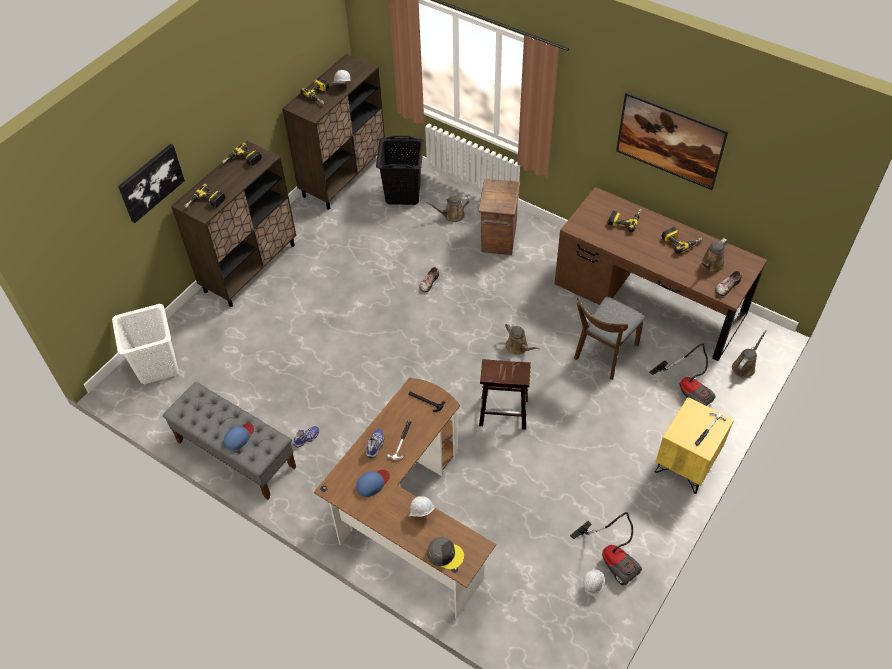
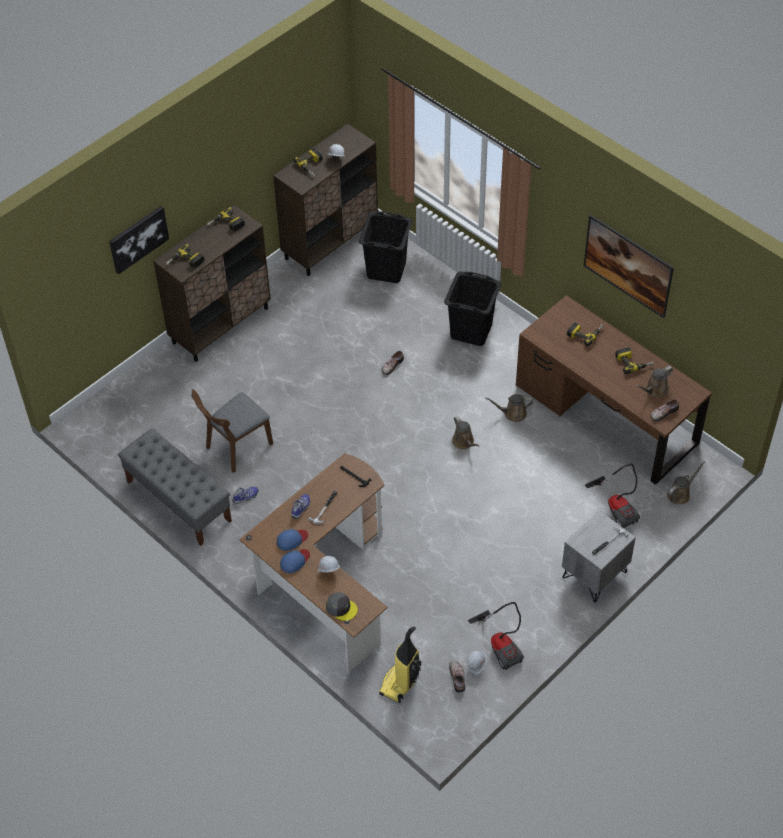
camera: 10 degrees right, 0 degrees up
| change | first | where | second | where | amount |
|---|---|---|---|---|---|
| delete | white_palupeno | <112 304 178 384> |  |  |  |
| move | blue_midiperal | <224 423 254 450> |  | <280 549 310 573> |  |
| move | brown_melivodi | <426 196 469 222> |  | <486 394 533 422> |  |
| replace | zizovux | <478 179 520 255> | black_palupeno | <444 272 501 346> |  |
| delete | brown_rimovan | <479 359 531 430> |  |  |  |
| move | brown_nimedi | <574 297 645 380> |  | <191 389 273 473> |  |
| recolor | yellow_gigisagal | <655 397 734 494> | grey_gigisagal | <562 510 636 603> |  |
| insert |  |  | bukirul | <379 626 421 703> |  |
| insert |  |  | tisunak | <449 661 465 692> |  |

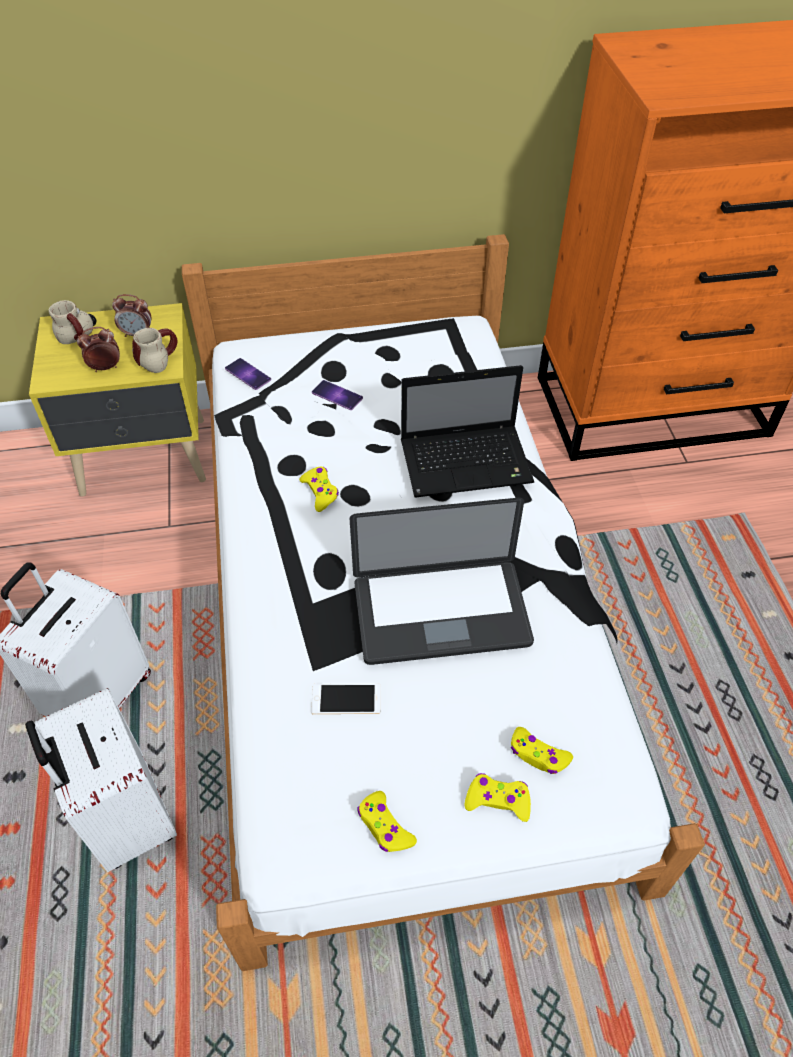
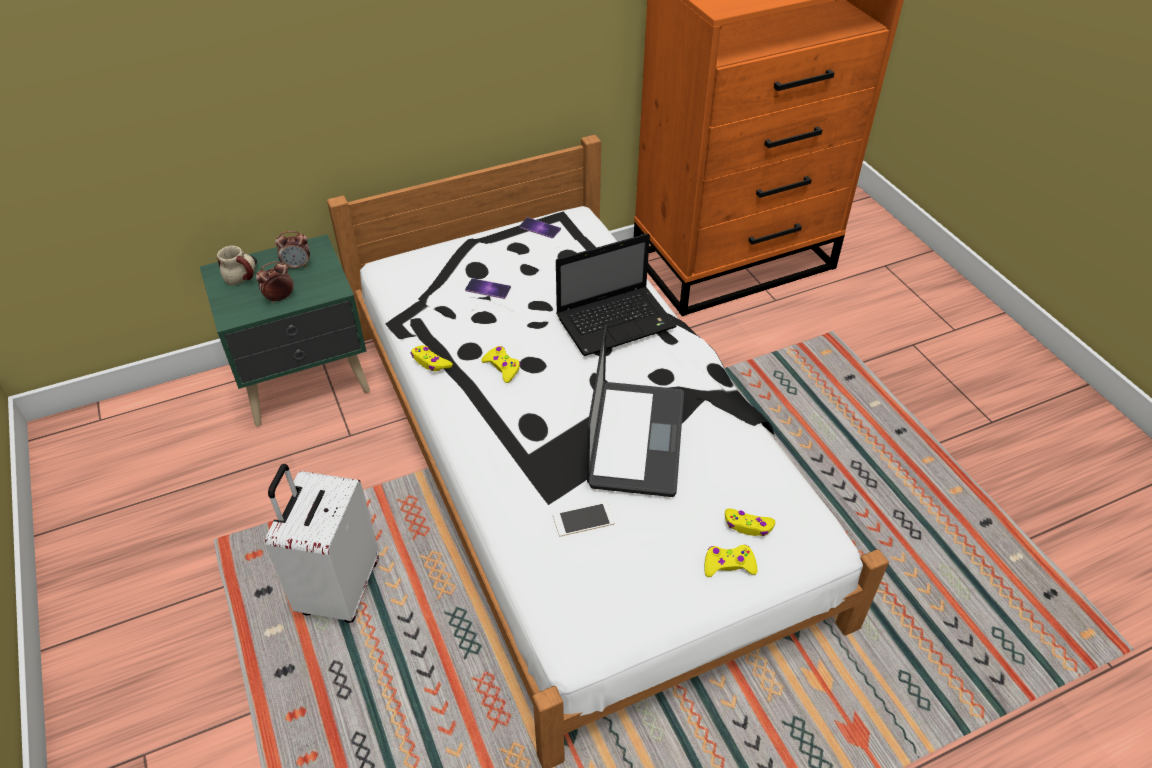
camera: 15 degrees left, 5 degrees down
| change | first | where | second | where | amount |
|---|---|---|---|---|---|
| delete | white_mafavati | <25 688 177 872> |  |  |  |
| recolor | yellow_gigisagal | <29 303 206 497> | green_gigisagal | <200 234 370 426> |  |
| delete | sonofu | <132 328 178 373> |  |  |  |
| move | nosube | <225 358 271 390> |  | <519 217 561 238> |  |
| rotate | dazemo | <349 498 534 665> |  | <587 324 684 497> | 60 degrees counterclockwise |
| move | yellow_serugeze | <357 791 417 852> |  | <410 345 453 371> |  |

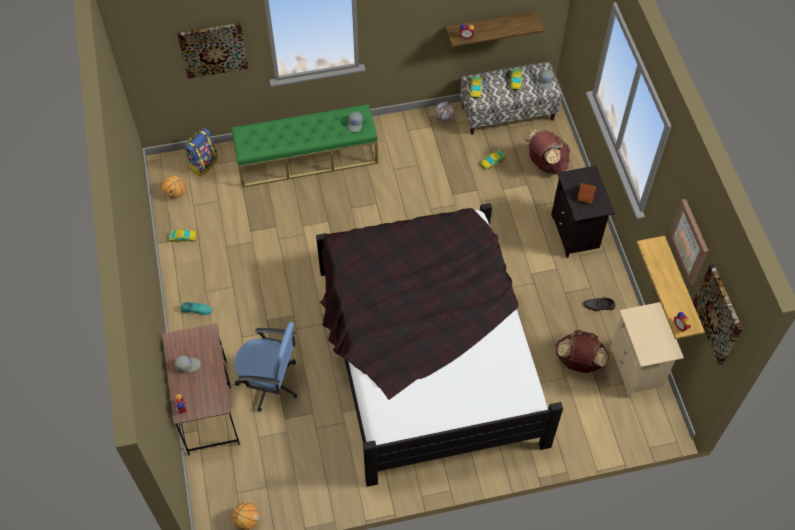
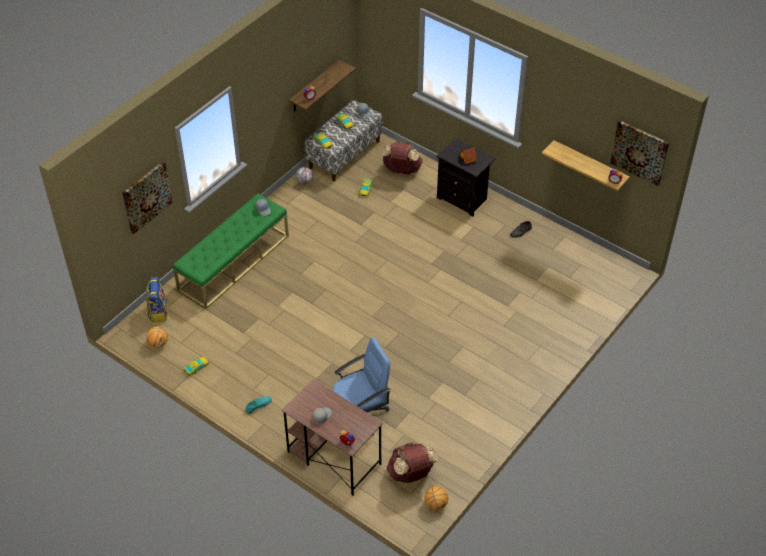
camera: 40 degrees left, 10 degrees down
| change | first | where | second | where | amount |
|---|---|---|---|---|---|
| delete | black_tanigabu | <316 203 563 487> |  |  |  |
| move | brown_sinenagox | <555 330 609 373> |  | <387 442 438 483> |  |
| delete | beige_gigisagal | <610 302 684 398> |  |  |  |
| delete | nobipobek | <668 199 709 285> |  |  |  |

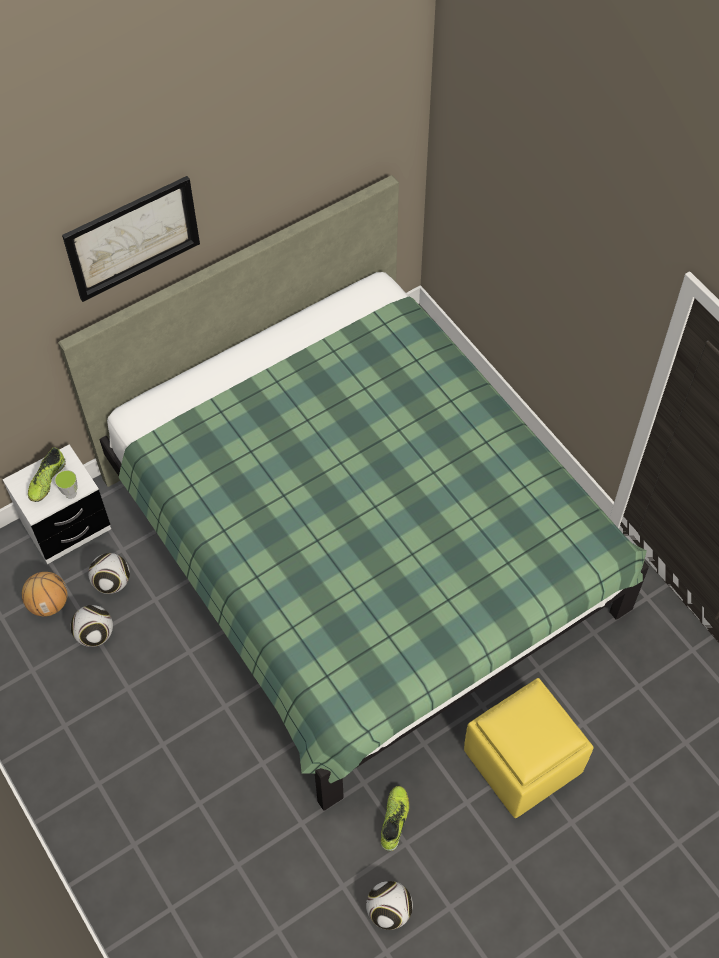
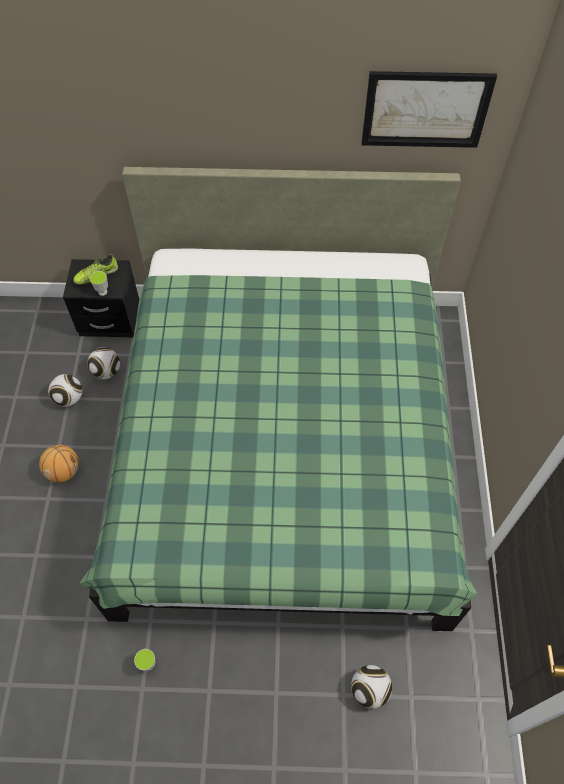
camera: 35 degrees right, 0 degrees up
| change | first | where | second | where | amount |
|---|---|---|---|---|---|
| recolor | white_gigisagal | <2 445 111 564> | black_gigisagal | <63 259 139 337> |  |
| move | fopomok | <22 572 68 617> |  | <39 445 79 482> |  |
| move | nobipobek | <62 176 200 302> |  | <362 71 497 148> |  |
| move | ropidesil | <366 881 413 930> |  | <351 665 392 709> |  |
| replace | tisunak | <380 786 409 851> | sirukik | <134 649 156 672> |  |
| delete | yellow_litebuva | <464 678 594 818> |  |  |  |

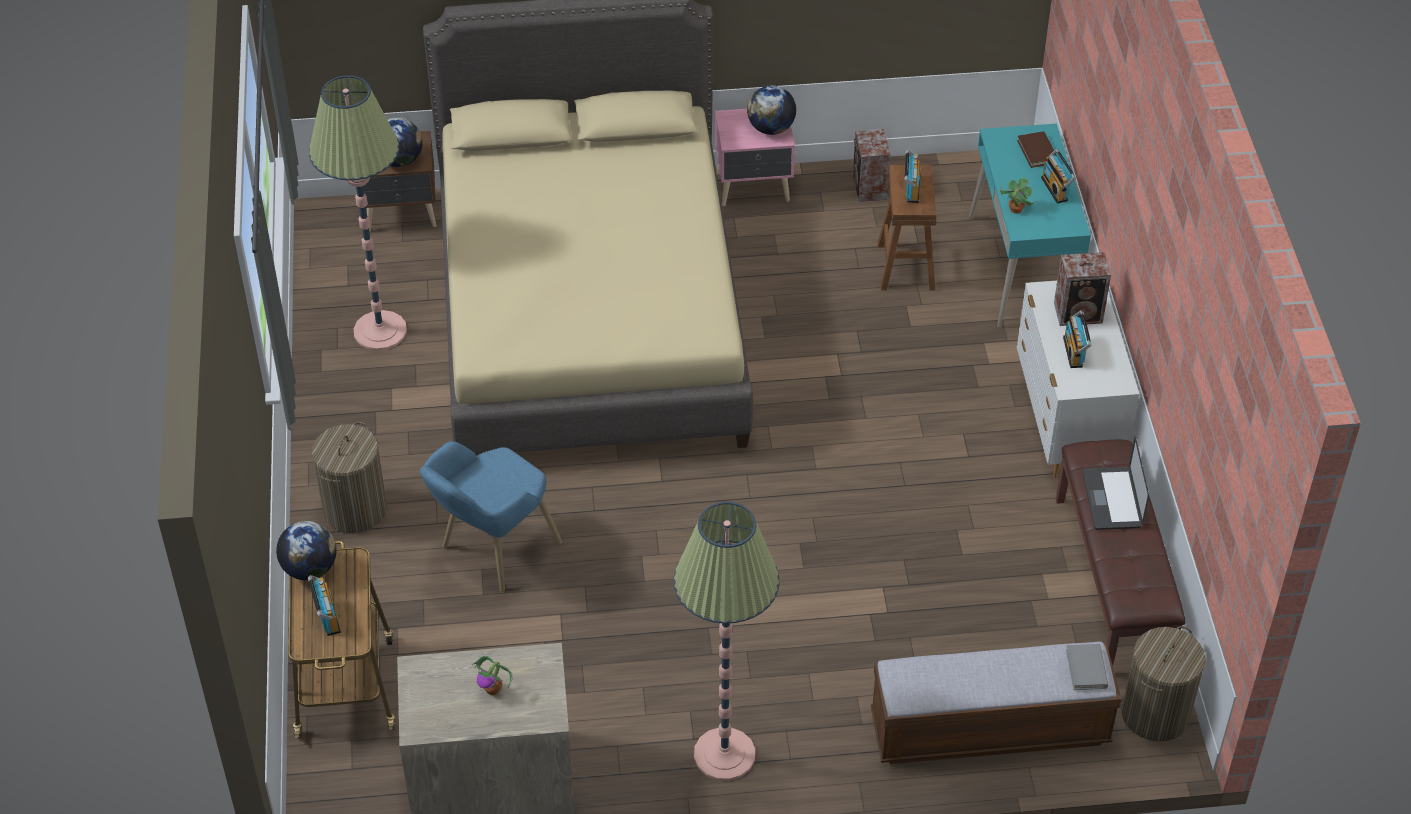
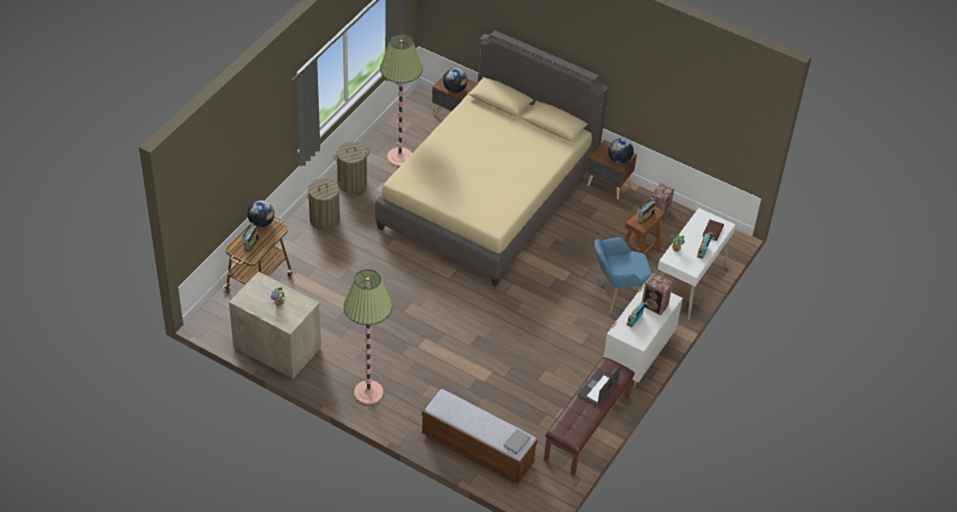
camera: 35 degrees right, 0 degrees up
| change | first | where | second | where | amount |
|---|---|---|---|---|---|
| move | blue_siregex | <420 441 562 592> |  | <594 237 652 314> |  |
| recolor | pink_gigisagal | <715 109 795 206> | brown_gigisagal | <587 140 637 199> |  |
| recolor | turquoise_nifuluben | <969 123 1091 328> | white_nifuluben | <658 208 736 320> |  |
| move | palupeno | <1122 626 1205 742> |  | <334 142 370 193> |  |

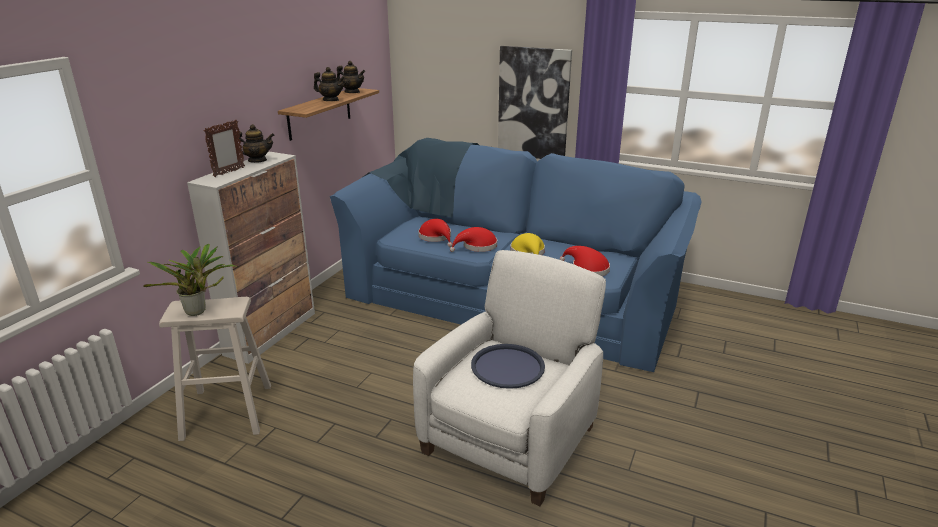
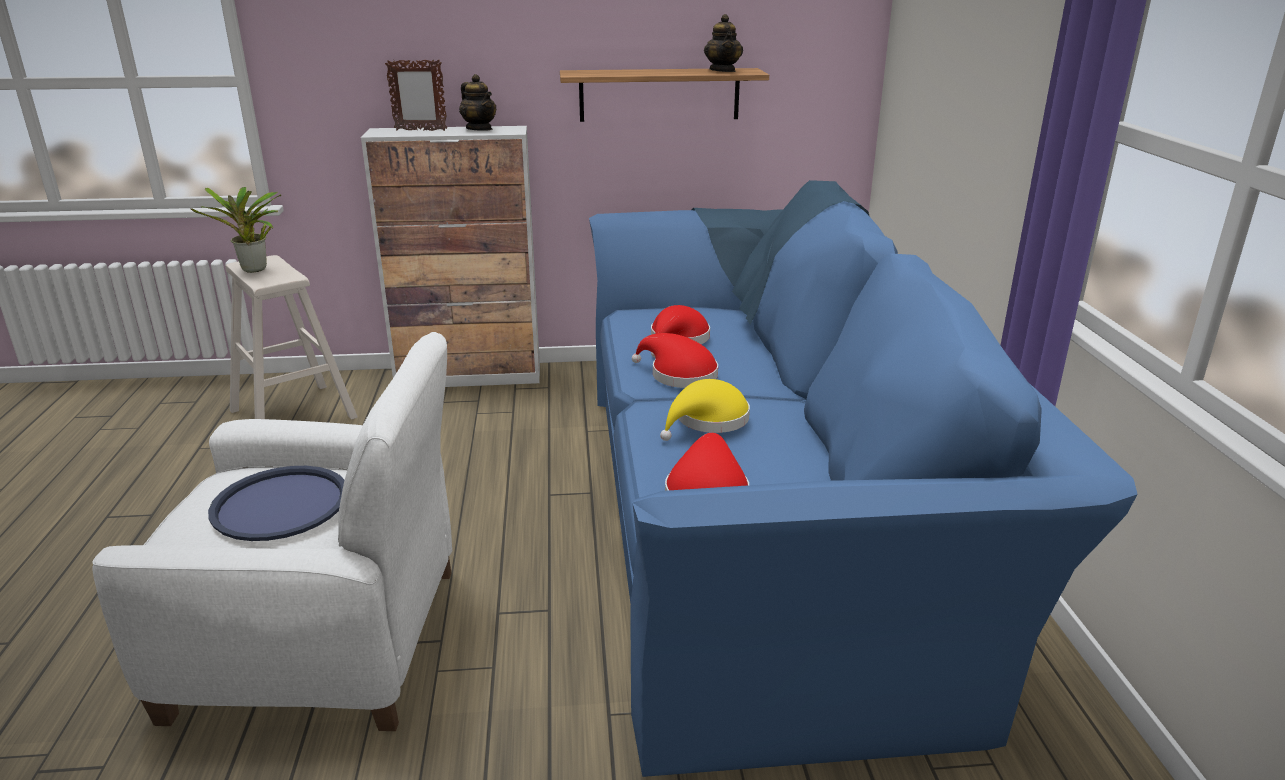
camera: 60 degrees right, 0 degrees up
| change | first | where | second | where | amount |
|---|---|---|---|---|---|
| delete | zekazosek | <314 67 345 101> |  |  |  |
| delete | nobipobek | <498 46 572 159> |  |  |  |

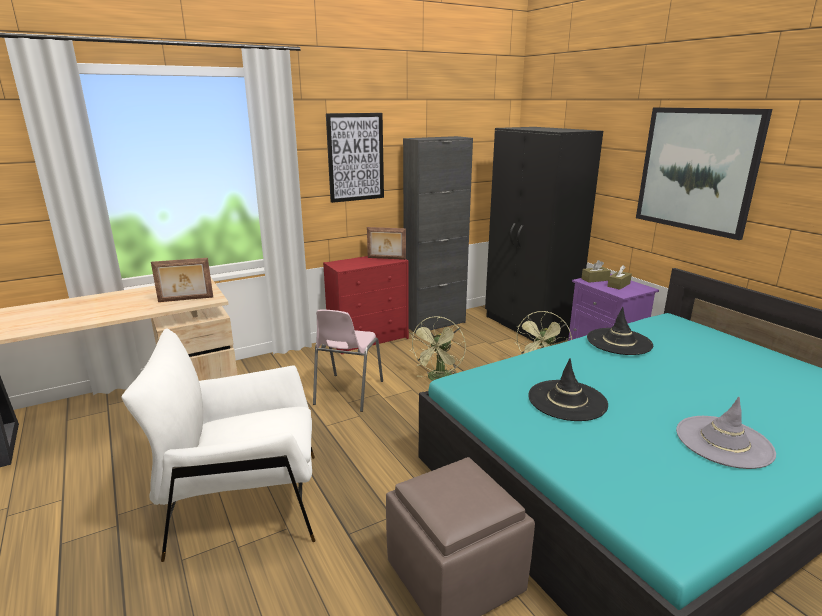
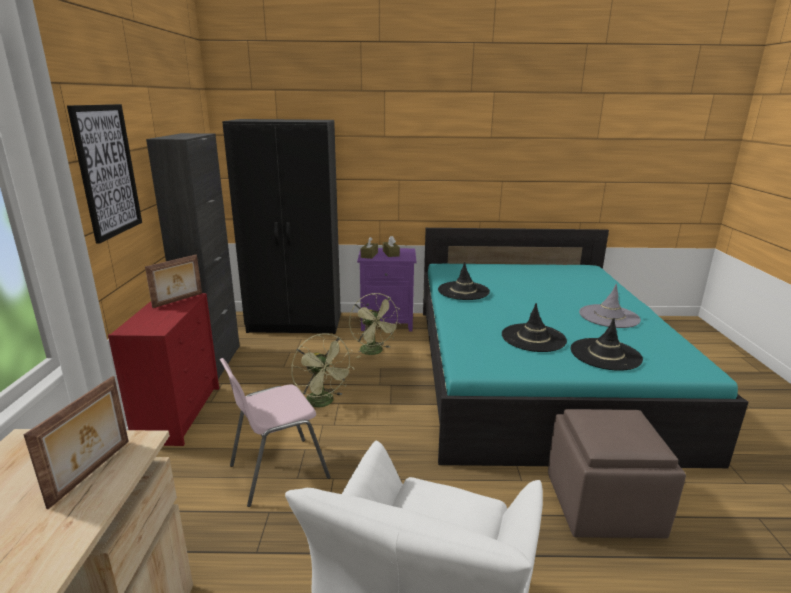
camera: 60 degrees left, 0 degrees up
| change | first | where | second | where | amount |
|---|---|---|---|---|---|
| rotate | pink_nimedi | <313 309 383 412> |  | <220 358 330 507> | 105 degrees clockwise |
| delete | nobipobek | <636 107 772 240> |  |  |  |
| insert |  |  | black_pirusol | <571 318 643 371> |  |

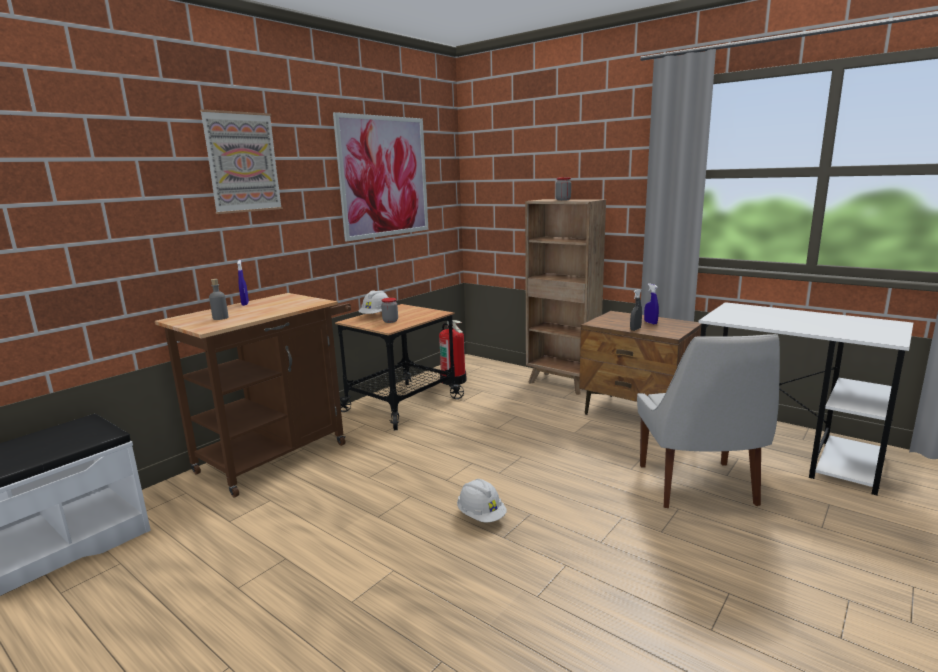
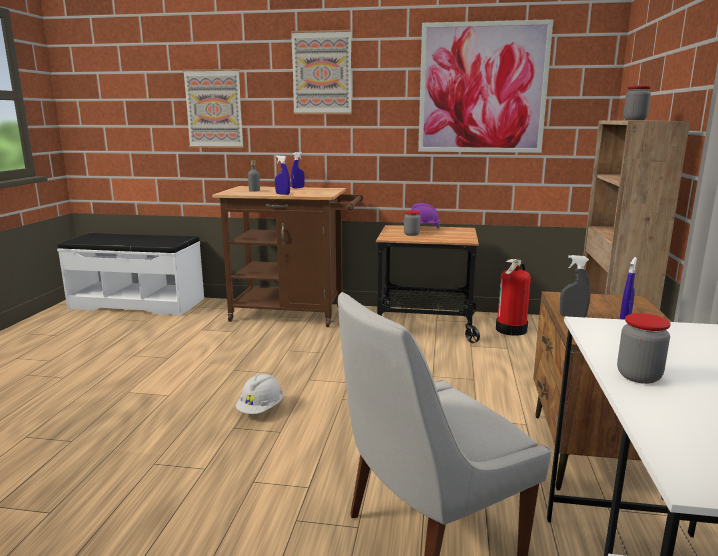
camera: 60 degrees right, 0 degrees up
| change | first | where | second | where | amount |
|---|---|---|---|---|---|
| recolor | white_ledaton | <359 290 389 314> | purple_ledaton | <402 203 441 229> |  |
| insert |  |  | nobipobek | <183 69 244 148> |  |
| insert |  |  | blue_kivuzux | <275 155 290 195> |  |
| insert |  |  | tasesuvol | <617 313 671 384> |  |

